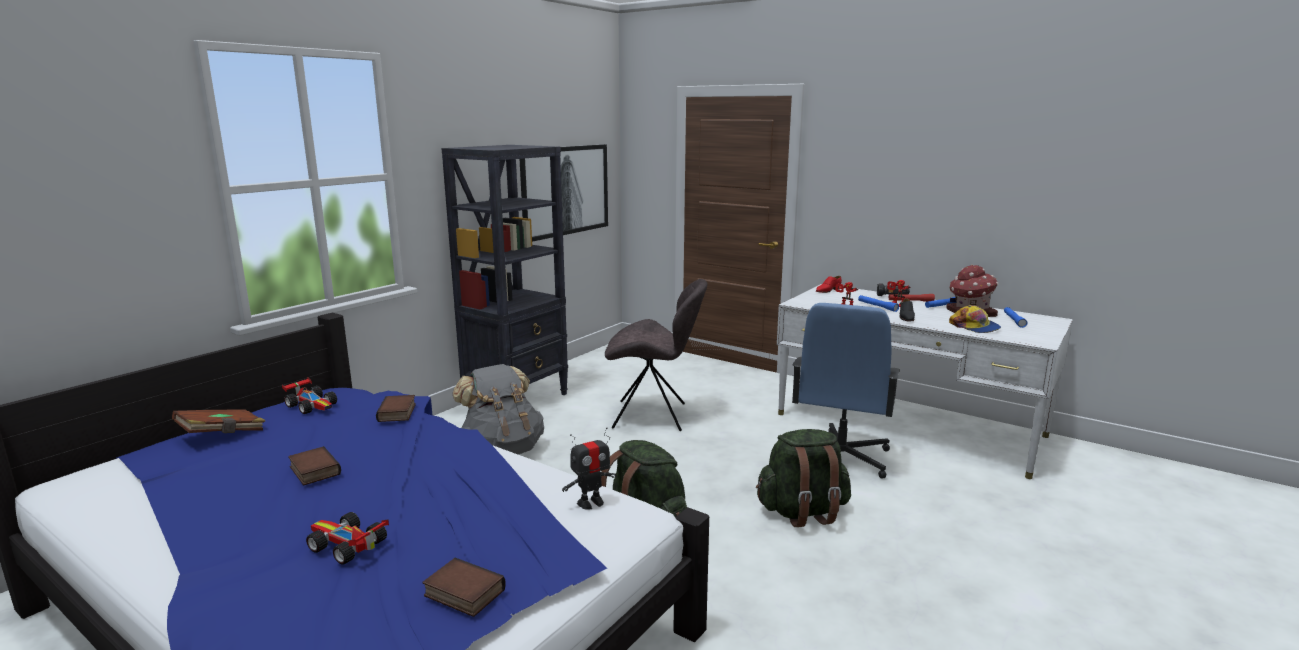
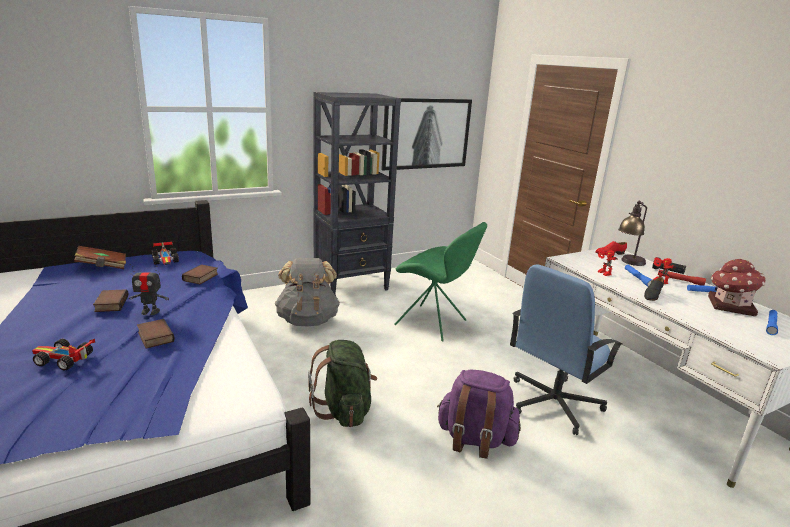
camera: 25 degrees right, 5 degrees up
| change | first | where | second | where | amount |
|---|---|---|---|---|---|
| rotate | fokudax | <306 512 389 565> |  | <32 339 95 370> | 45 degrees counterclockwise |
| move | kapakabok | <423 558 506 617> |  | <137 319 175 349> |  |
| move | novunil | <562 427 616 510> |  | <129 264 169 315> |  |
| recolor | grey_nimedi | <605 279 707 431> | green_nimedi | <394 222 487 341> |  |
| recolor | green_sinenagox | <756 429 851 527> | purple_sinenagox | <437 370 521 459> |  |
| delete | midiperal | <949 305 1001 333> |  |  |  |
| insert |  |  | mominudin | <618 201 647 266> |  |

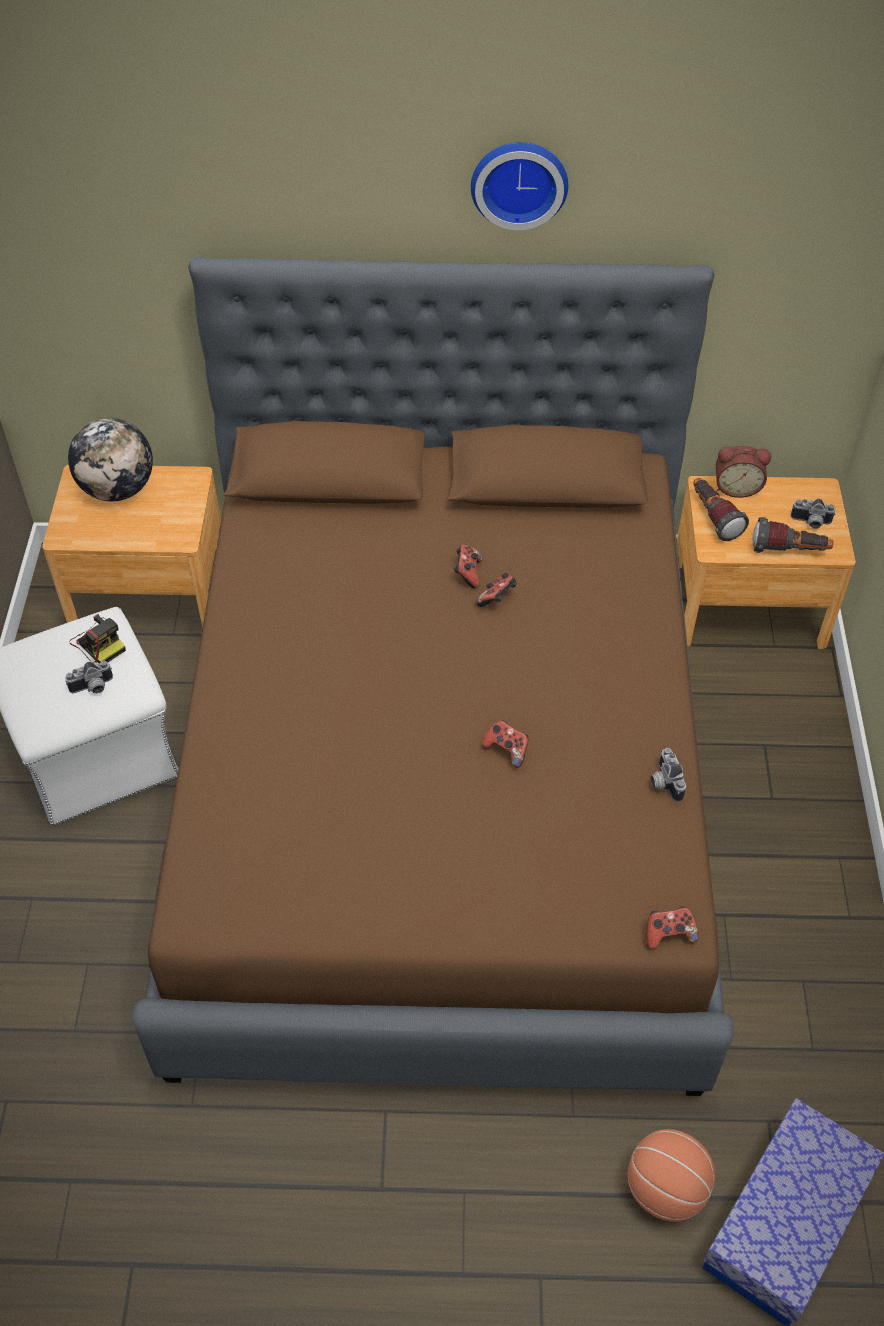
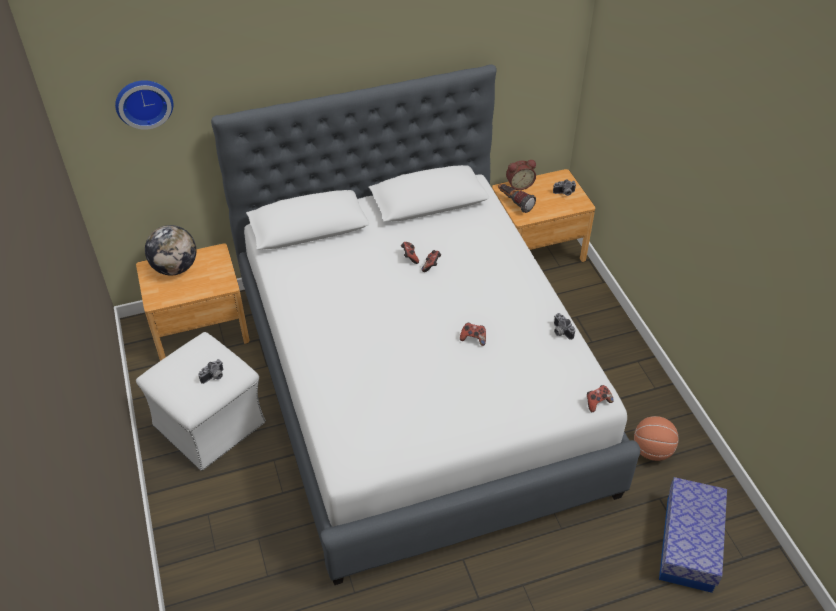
camera: 20 degrees left, 5 degrees down
| change | first | where | second | where | amount |
|---|---|---|---|---|---|
| delete | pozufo | <70 614 126 663> |  |  |  |
| recolor | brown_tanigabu | <132 257 734 1096> | white_tanigabu | <211 64 641 585> |  |
| move | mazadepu | <471 142 568 230> |  | <115 80 173 130> |  |
| move | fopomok | <627 1129 715 1222> |  | <634 416 678 461> |  |
| delete | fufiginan | <753 517 833 553> |  |  |  |

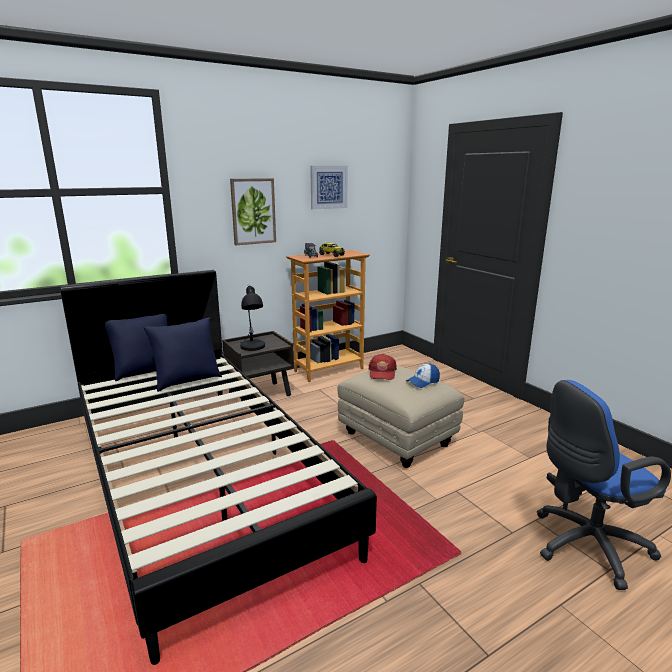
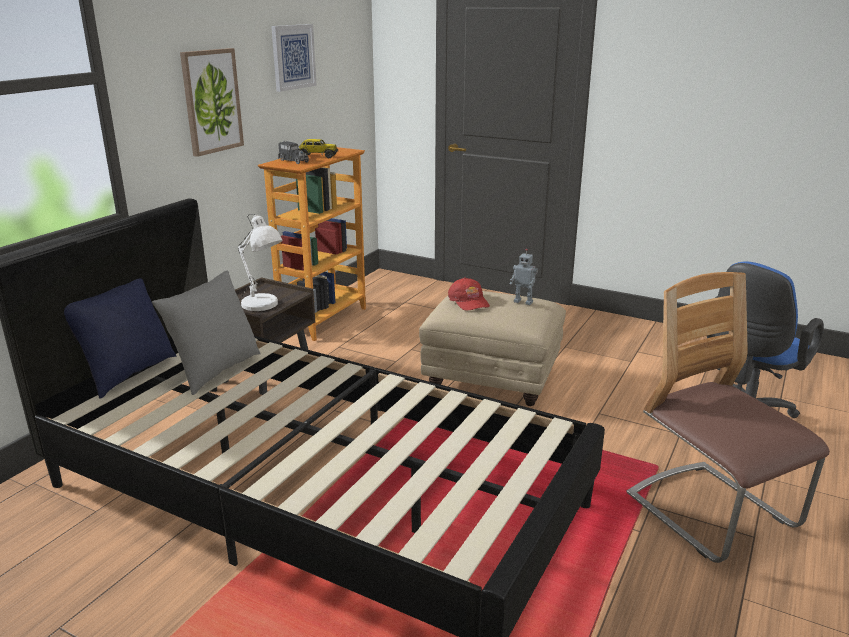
camera: 30 degrees left, 5 degrees up
| change | first | where | second | where | amount |
|---|---|---|---|---|---|
| recolor | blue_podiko | <143 317 222 392> | grey_podiko | <152 271 261 395> |  |
| recolor | black_mominudin | <240 285 265 351> | white_mominudin | <238 214 283 311> |  |
| replace | midiperal | <406 363 440 388> | novunil | <510 249 538 305> |  |
| insert |  |  | nimedi | <627 272 830 563> |  |

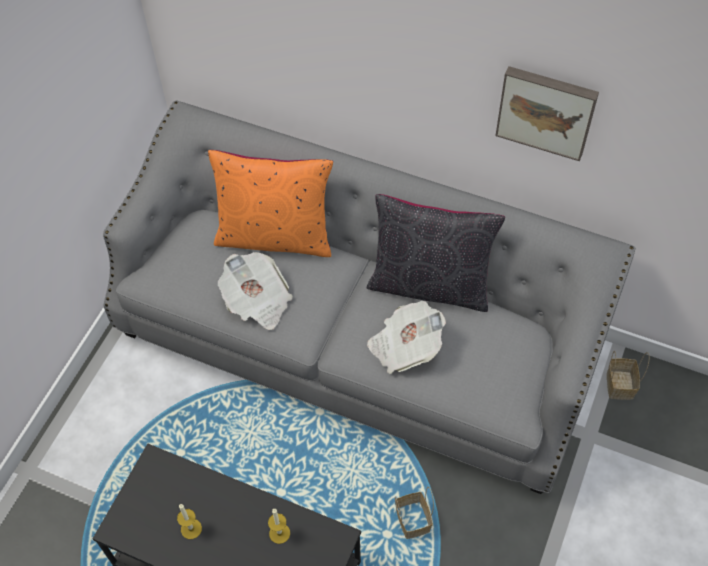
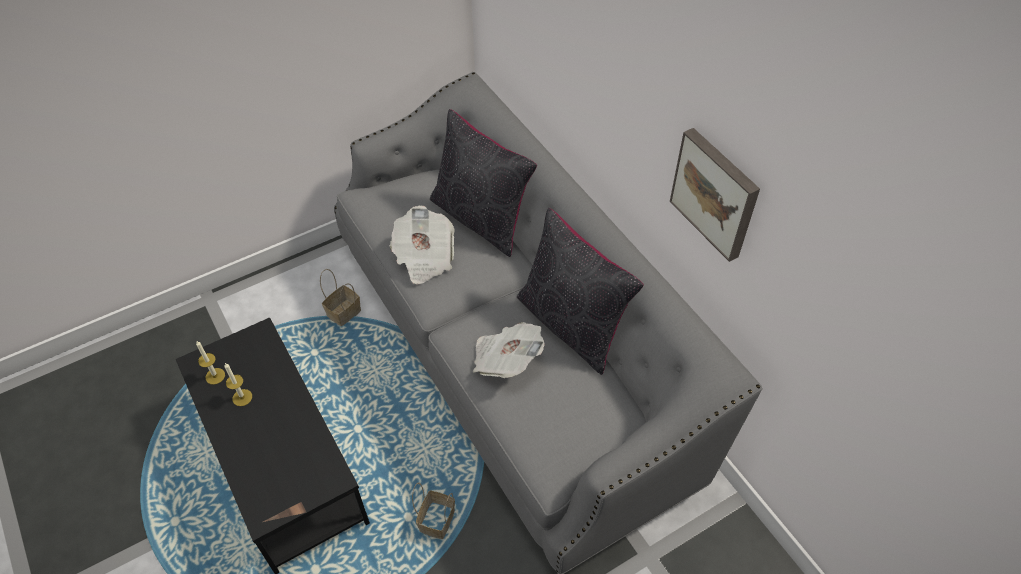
camera: 35 degrees right, 5 degrees down
| change | first | where | second | where | amount |
|---|---|---|---|---|---|
| recolor | orange_podiko | <208 150 333 257> | black_podiko | <430 109 537 257> |  |
| move | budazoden | <268 509 290 544> |  | <196 341 225 385> |  |
| move | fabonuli | <607 351 649 400> |  | <320 269 361 326> |  |

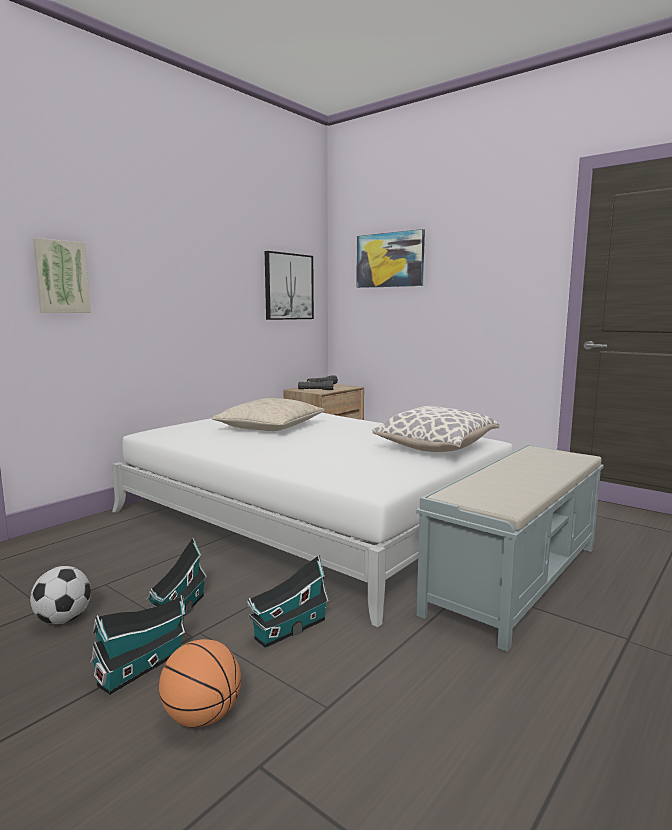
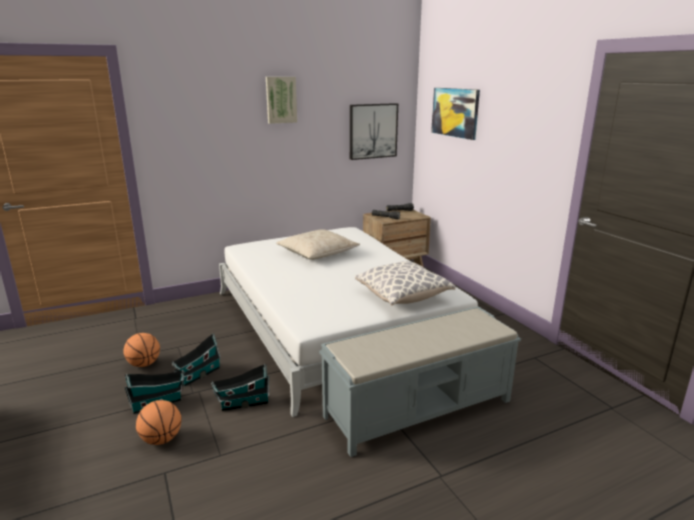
camera: 25 degrees right, 10 degrees up
| change | first | where | second | where | amount |
|---|---|---|---|---|---|
| replace | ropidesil | <30 566 91 624> | fopomok | <123 333 160 367> |  |
| move | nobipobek | <33 238 91 313> |  | <266 77 297 124> |  |

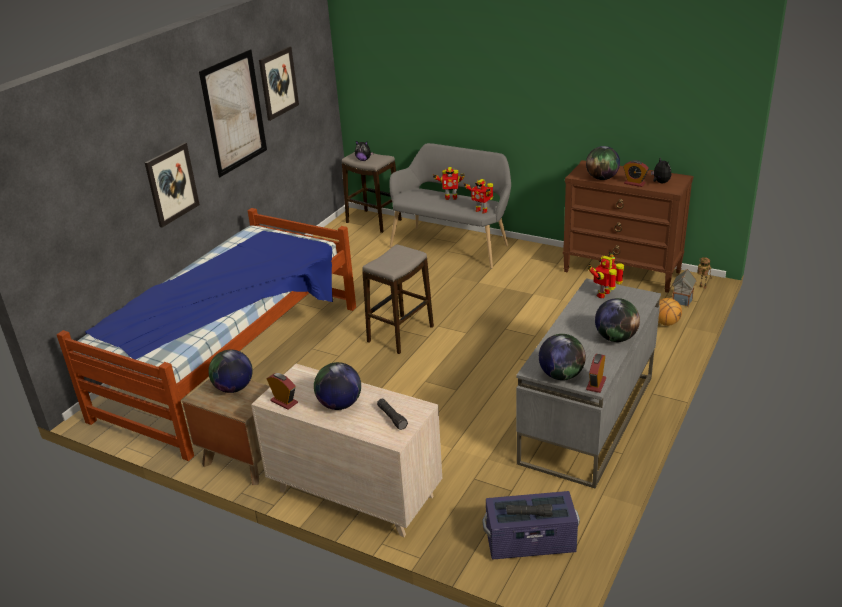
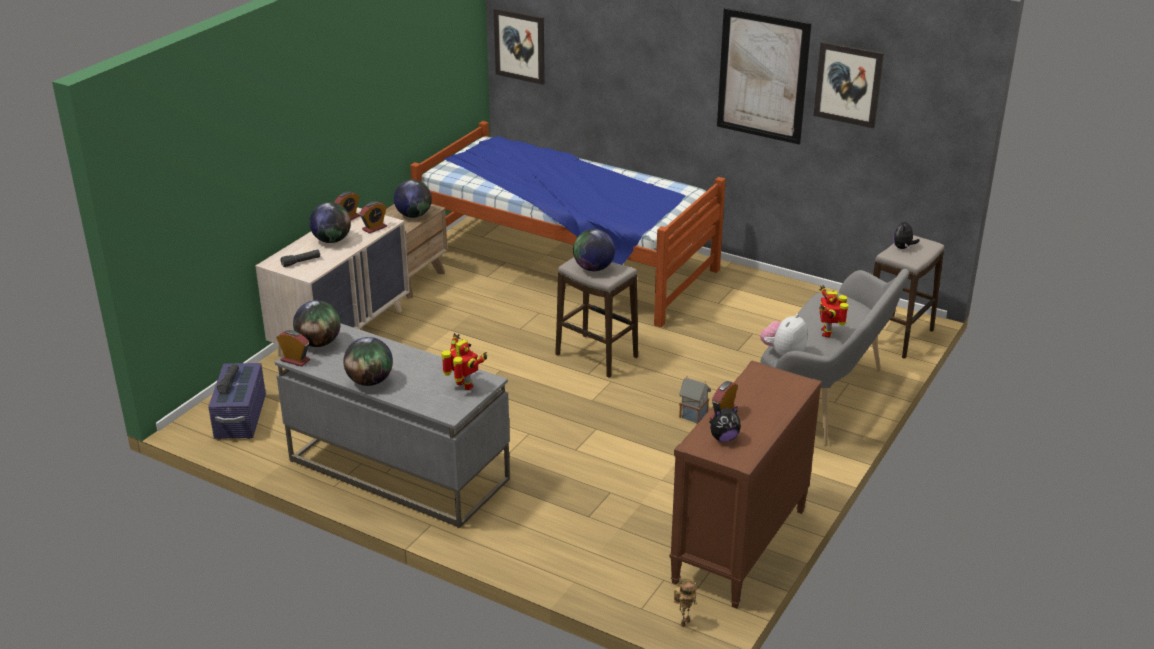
camera: 90 degrees right, 0 degrees up
| change | first | where | second | where | amount |
|---|---|---|---|---|---|
| move | nobipobek | <145 142 200 227> |  | <494 8 545 85> |  |
| replace | novunil | <464 179 493 214> | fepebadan | <760 314 808 356> |  |
| move | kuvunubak | <586 146 620 180> |  | <573 229 615 271> |  |
| delete | fopomok | <658 298 682 326> |  |  |  |
| move | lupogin | <672 269 697 307> |  | <679 376 711 424> |  |
| insert |  |  | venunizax | <359 201 387 234> |  |

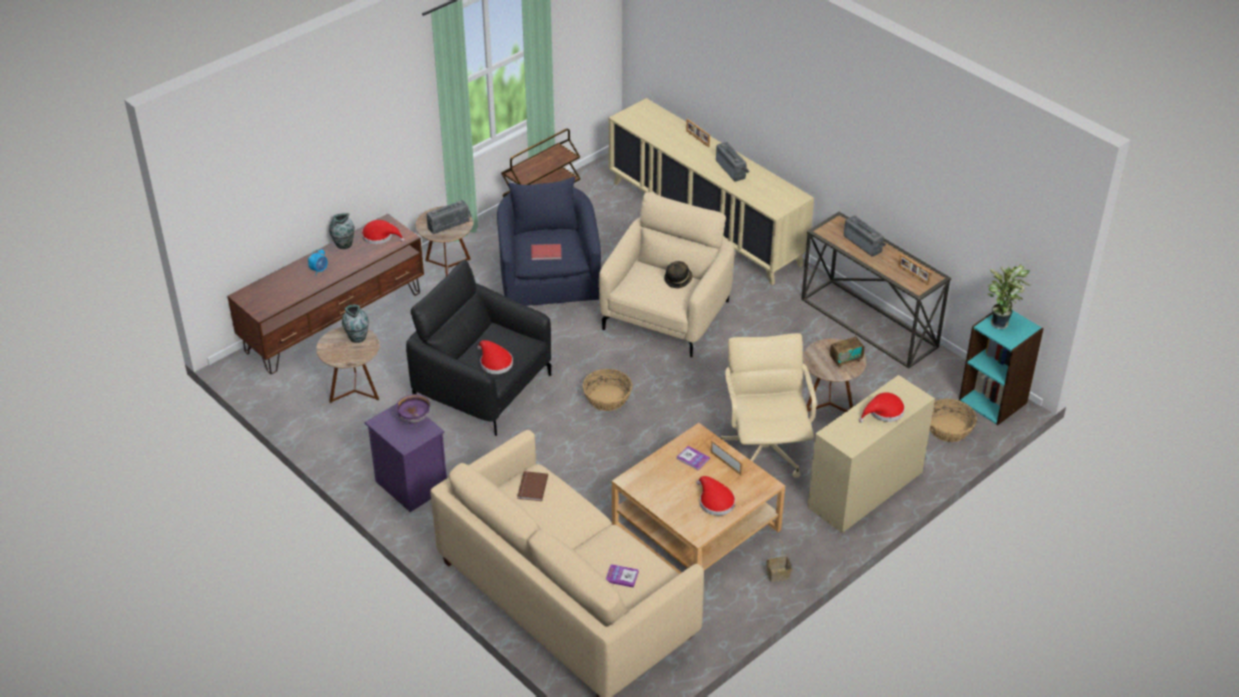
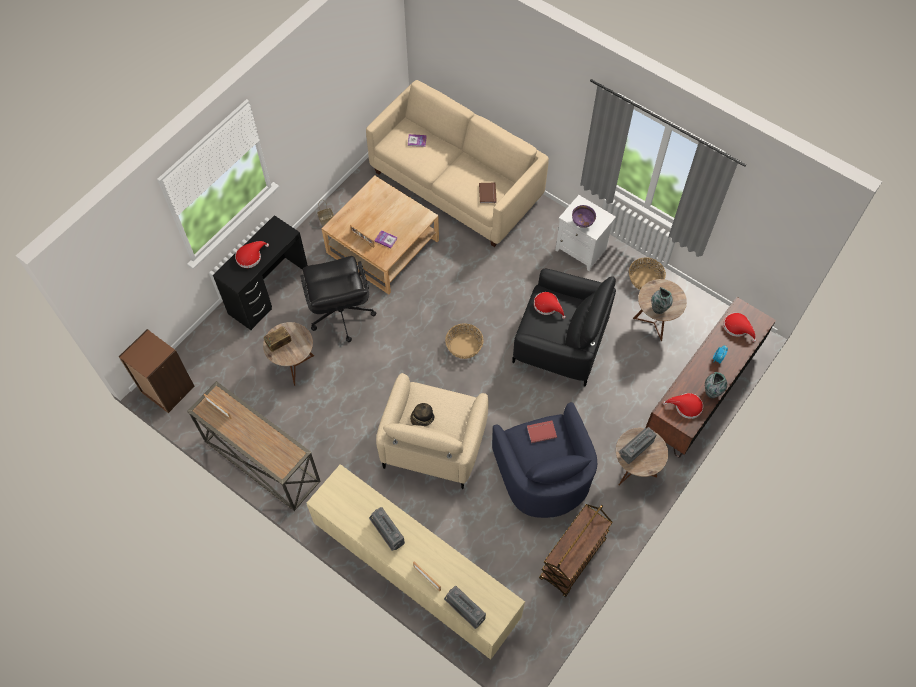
camera: 170 degrees right, 20 degrees up
| change | first | where | second | where | amount |
|---|---|---|---|---|---|
| recolor | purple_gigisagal | <365 404 447 512> | white_gigisagal | <555 195 616 271> |  |
| move | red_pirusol | <696 476 735 516> |  | <723 313 756 342> |  |
| recolor | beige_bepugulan | <721 333 817 478> | black_bepugulan | <300 256 376 342> |  |
| recolor | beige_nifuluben | <807 375 935 533> | black_nifuluben | <213 215 308 330> |  |
| move | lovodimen | <844 215 886 257> |  | <444 586 486 629> |  |
| move | fabonuli | <930 399 977 442> |  | <629 257 666 290> |  |
| recolor | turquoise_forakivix | <959 310 1044 425> | brown_forakivix | <119 329 195 413> |  |
| delete | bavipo | <988 264 1030 329> |  |  |  |

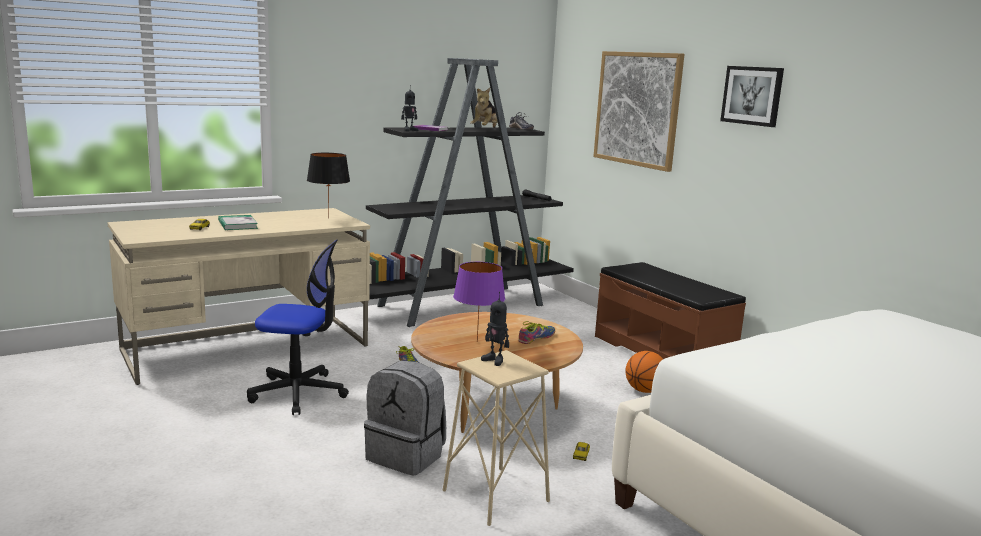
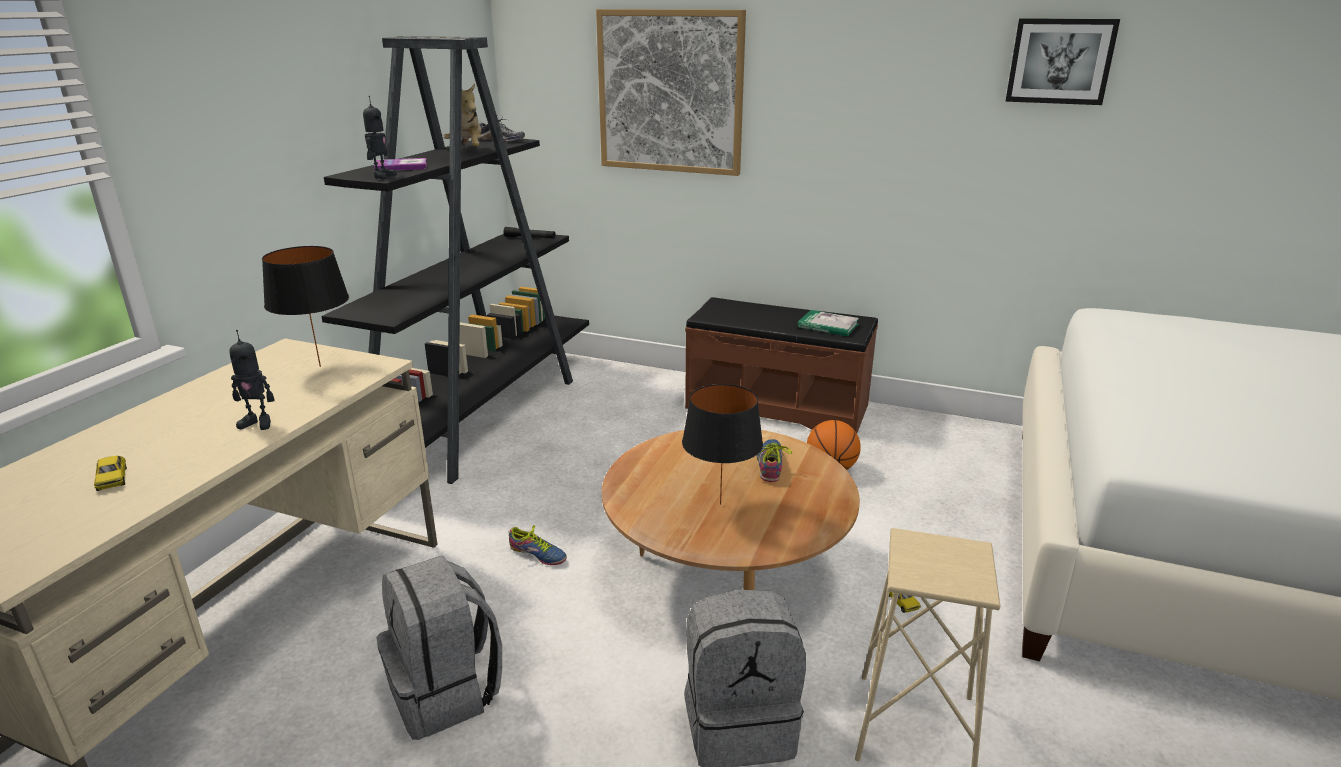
camera: 35 degrees left, 10 degrees up
| change | first | where | second | where | amount |
|---|---|---|---|---|---|
| move | kapakabok | <218 215 258 230> |  | <798 310 859 336> |  |
| replace | bepugulan | <247 240 349 415> | grey_sinenagox | <376 555 502 740> |  |
| recolor | purple_mominudin | <453 262 505 342> | black_mominudin | <682 384 763 505> |  |
| move | novunil | <481 292 509 366> |  | <229 330 275 430> |  |
| move | nobipobek | <720 66 784 127> |  | <1005 18 1120 105> |  |

